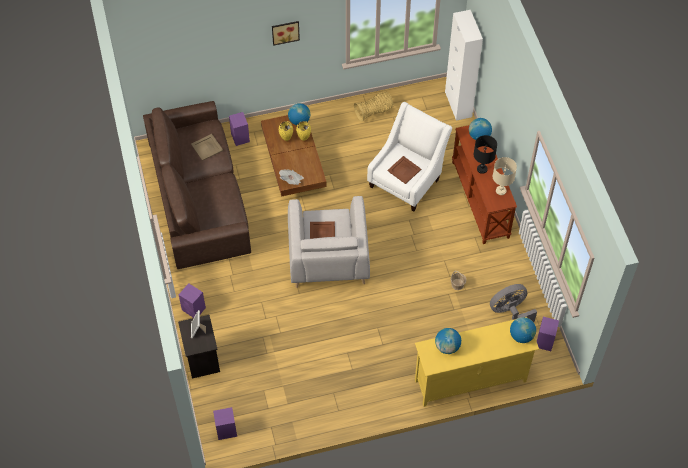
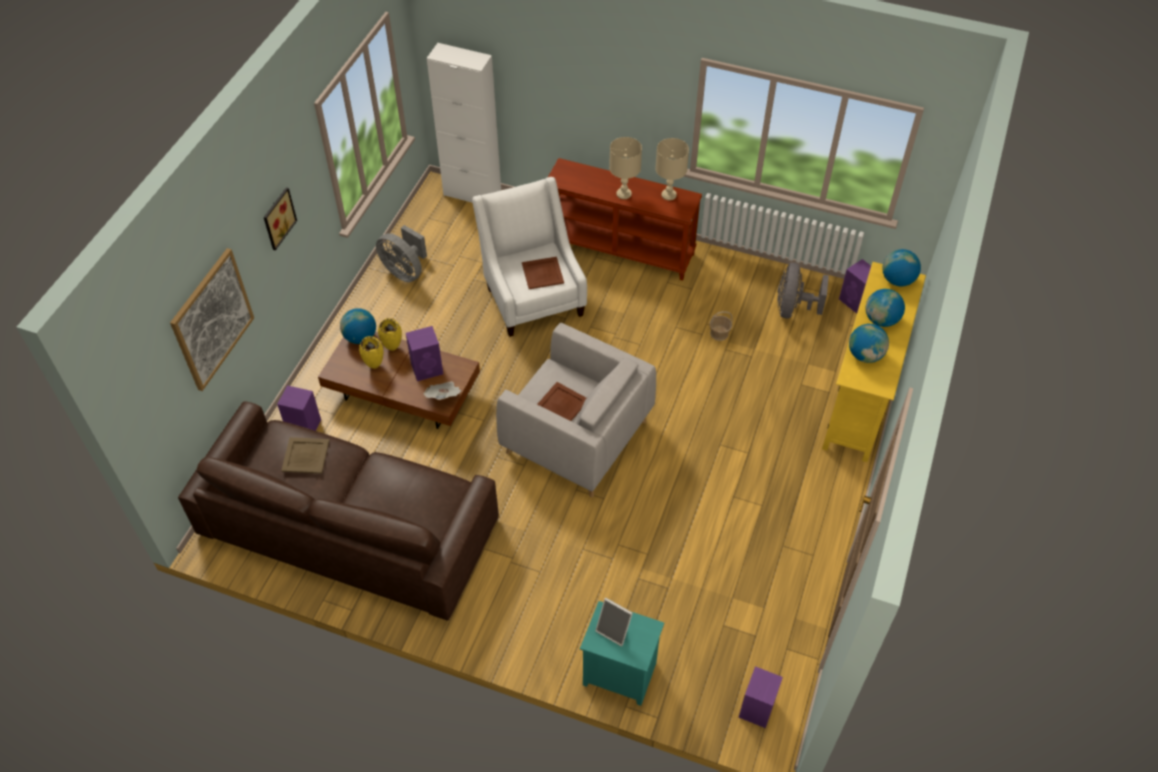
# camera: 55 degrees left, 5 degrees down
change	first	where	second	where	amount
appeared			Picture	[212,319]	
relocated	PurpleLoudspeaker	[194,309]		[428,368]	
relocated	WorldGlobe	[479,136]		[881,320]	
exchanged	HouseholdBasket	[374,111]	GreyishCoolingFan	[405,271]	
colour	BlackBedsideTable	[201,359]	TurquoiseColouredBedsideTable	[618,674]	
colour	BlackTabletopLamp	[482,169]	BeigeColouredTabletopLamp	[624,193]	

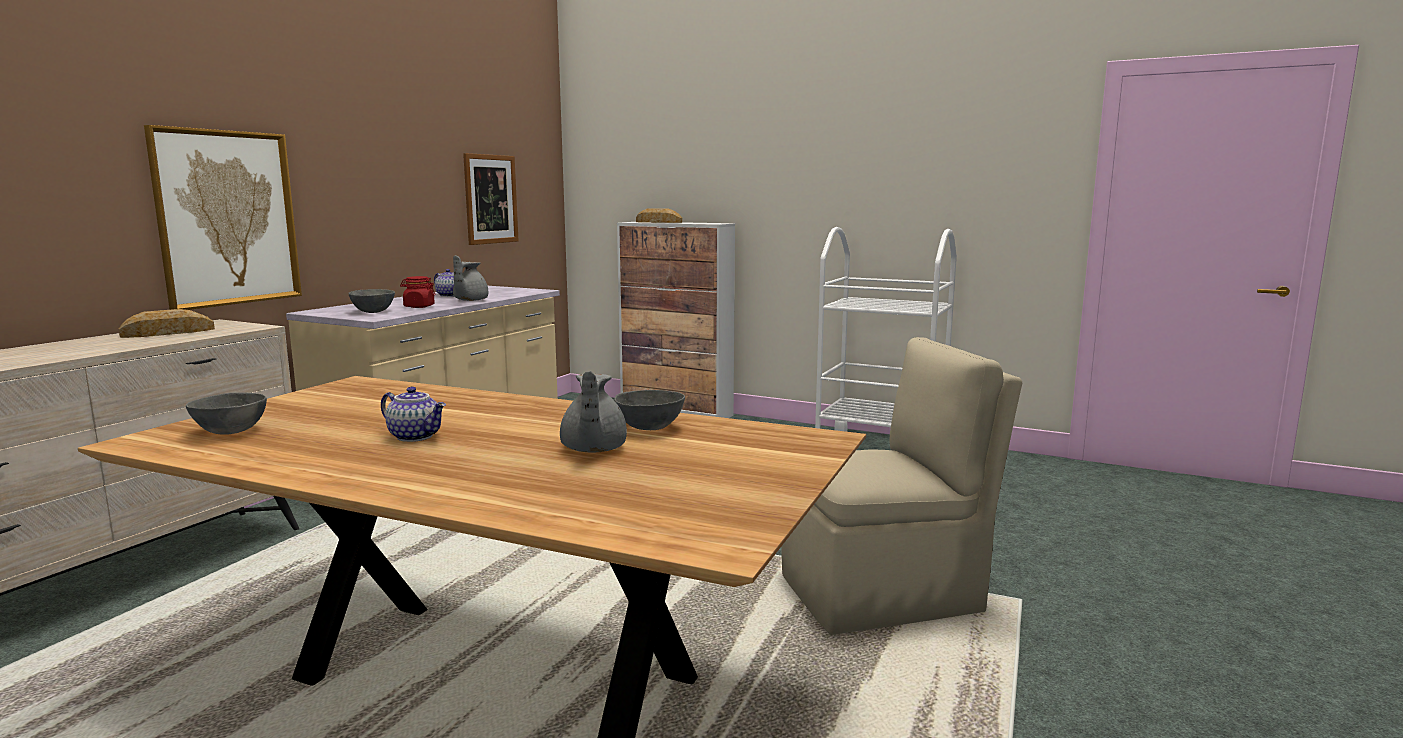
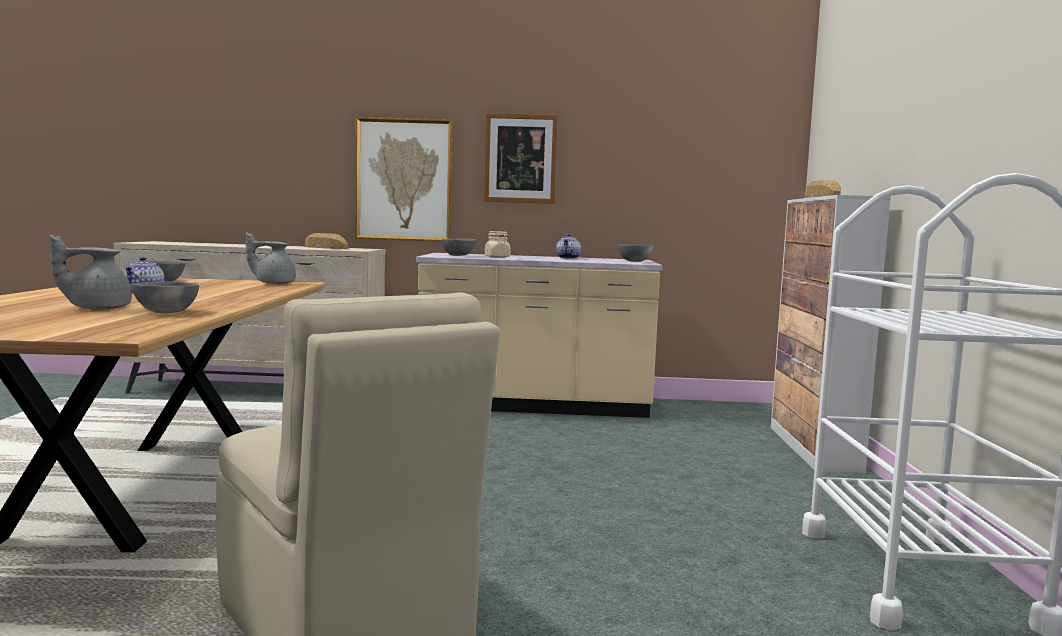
# camera: 65 degrees right, 5 degrees down
change	first	where	second	where	amount
appeared			GreyishDeepDish	[634,261]	
relocated	GreyishPotForTea	[469,300]		[273,283]	
relocated	Picture	[490,199]		[520,158]	
colour	ReddishStorageJar	[419,306]	BeigeColouredStorageJar	[497,257]	

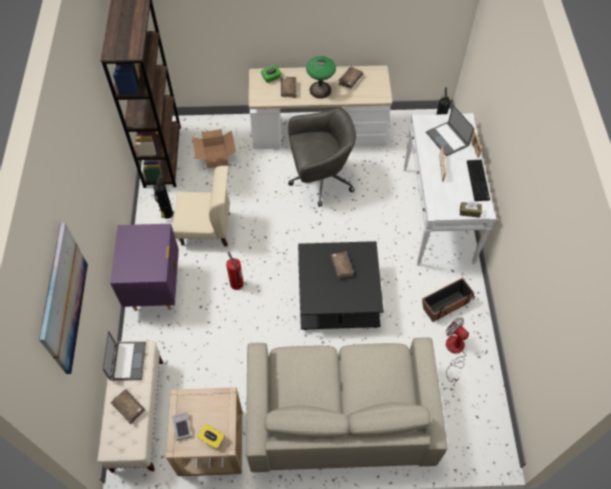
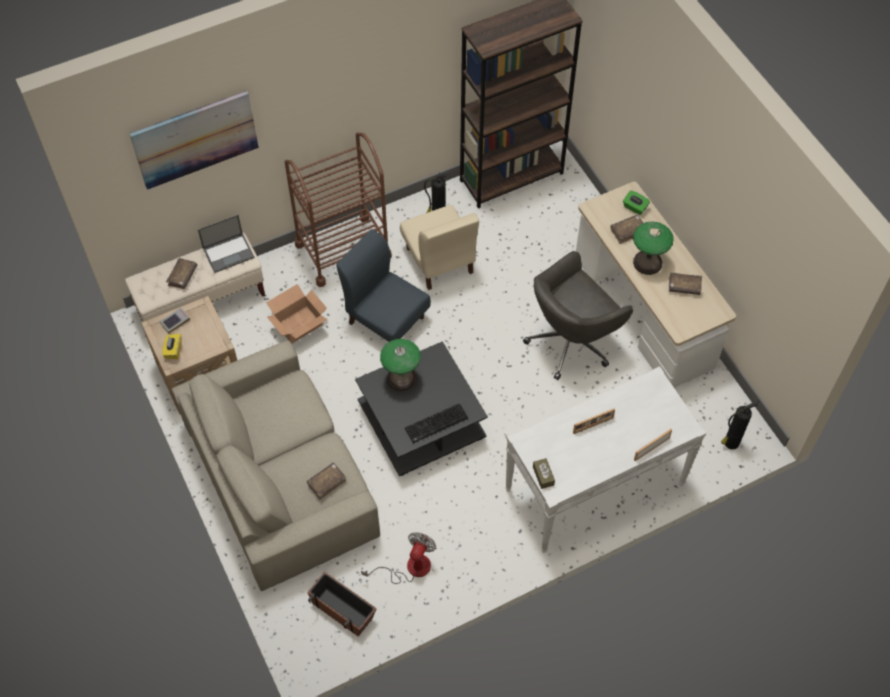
# camera: 65 degrees right, 0 degrees up
change	first	where	second	where	amount
missing	NotebookComputer	[447,139]			
appeared			TabletopLamp	[401,377]	
relocated	CardboardBox	[216,155]		[299,324]	
relocated	BrownColouredVolume	[341,267]		[326,482]	
relocated	PlantPot	[445,305]		[342,610]	
relocated	ComputerKeyboard	[478,181]		[436,424]	
exchanged	PurpleBedsideTable	[155,288]	BrownColouredWheeledCart	[343,250]	
exchanged	Extinguisher	[237,284]	BluishPlainChair	[386,319]	
spun	GreyishDeskChair	[319,179]		[571,341]	90 degrees clockwise

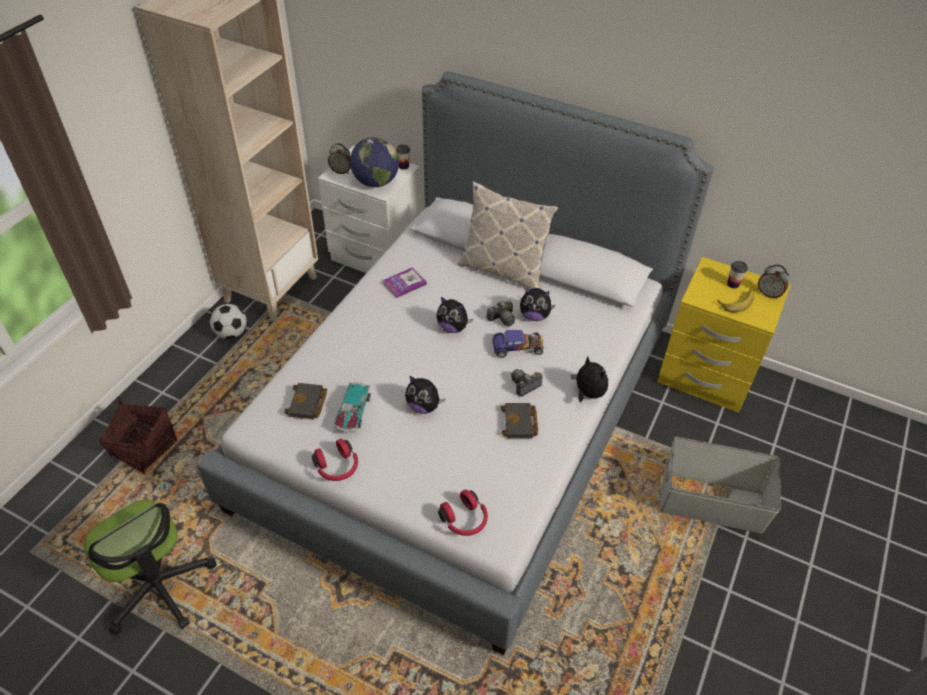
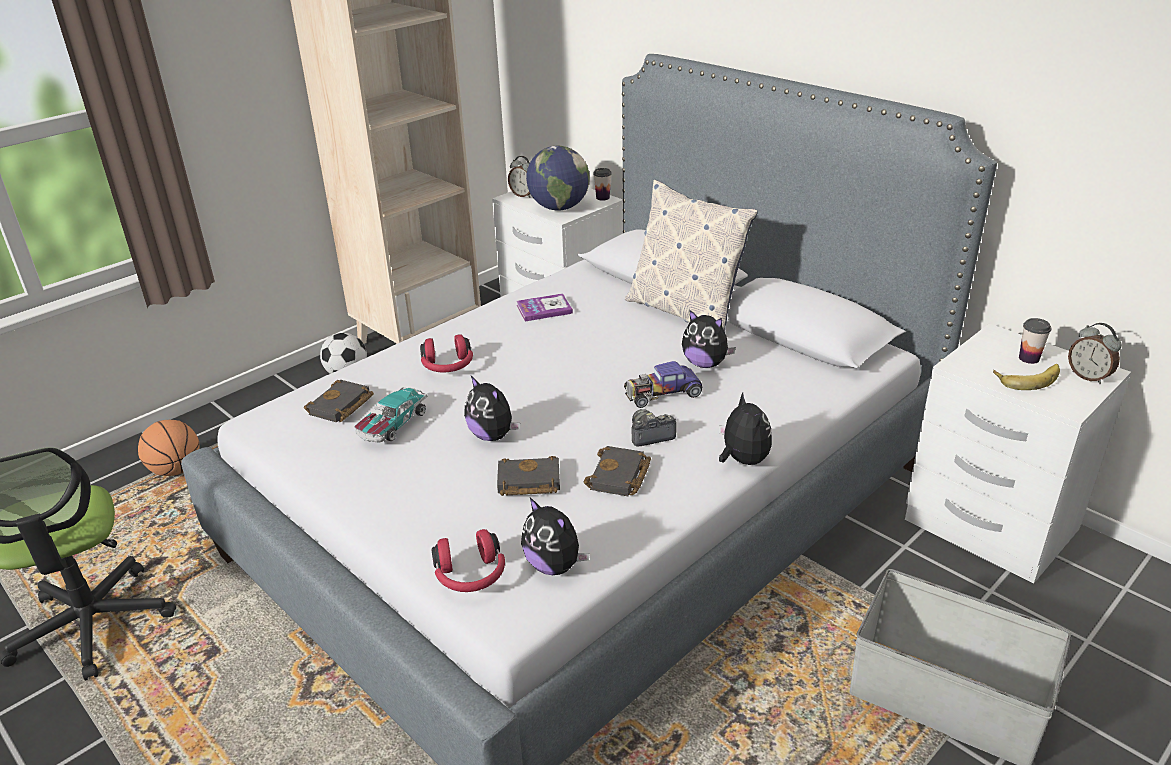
# camera: 20 degrees right, 15 degrees down
change	first	where	second	where	amount
missing	PhotoCamera	[502,318]			
appeared			BlackVolume	[527,482]	
relocated	ReddishPairOfHeadphones	[337,467]		[448,366]	
relocated	PlushToy	[453,327]		[554,565]	
exchanged	HouseholdBasket	[144,448]	BallForBasketball	[176,470]	
colour	YellowBedsideTable	[705,376]	WhiteBedsideTable	[989,526]	
spun	MiniatureCar	[518,347]		[662,393]	150 degrees clockwise

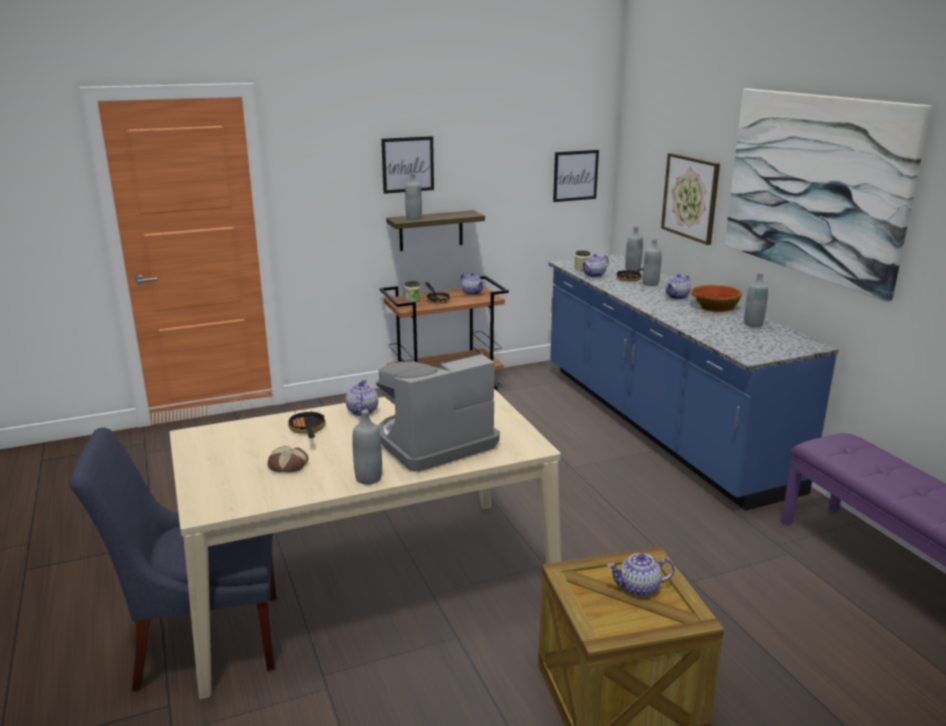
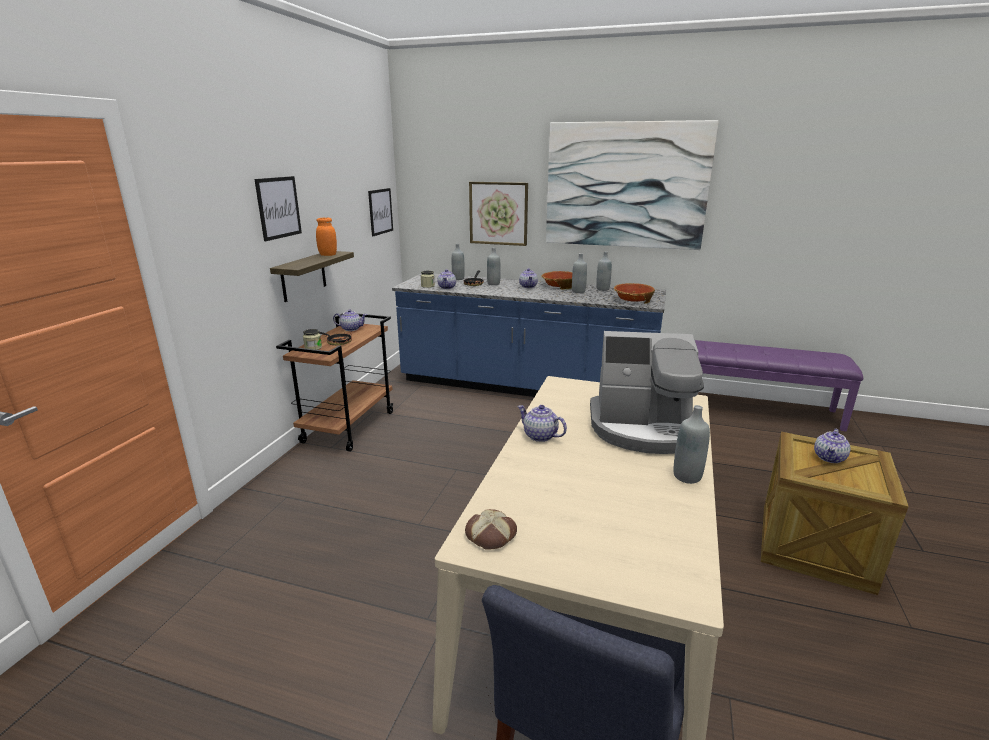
# camera: 50 degrees left, 0 degrees up
change	first	where	second	where	amount
missing	Skillet	[307,430]			
appeared			OrangeColouredStorageJar	[328,255]	
appeared			DeepDish	[633,300]	
relocated	Bread	[287,465]		[491,535]	
relocated	GreyishDrinkBottle	[414,218]		[578,291]	
spun	CoffeeBrewer	[433,442]		[642,429]	90 degrees counterclockwise

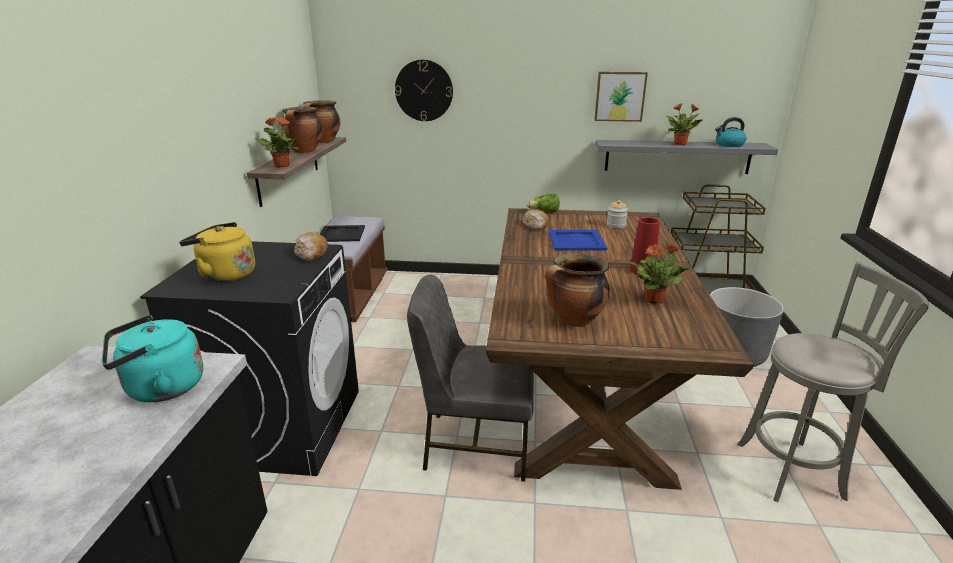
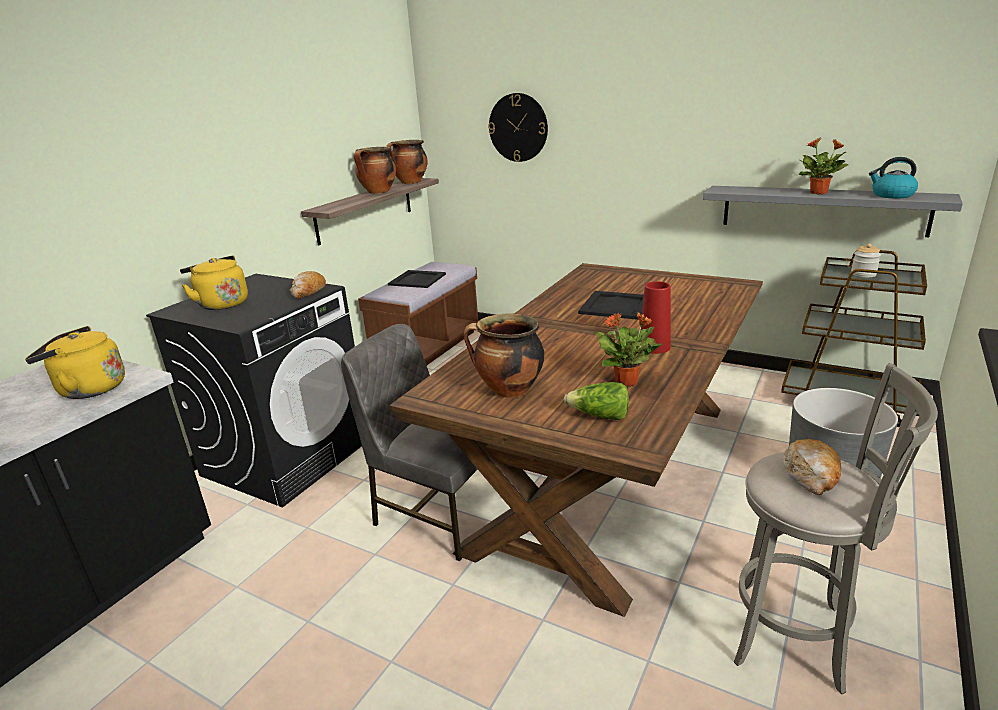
# camera: 25 degrees right, 0 degrees up
change	first	where	second	where	amount
missing	PlantInAPot	[281,166]			
missing	Picture	[619,96]			
relocated	Bread	[536,225]		[811,474]	
relocated	LettuceHead	[544,212]		[599,416]	
relocated	StorageJar	[616,225]		[863,274]	
colour	TurquoiseColouredTeaKettle	[160,389]	YellowTeaKettle	[88,389]	
colour	BluishServingTray	[576,240]	BlackServingTray	[615,305]	

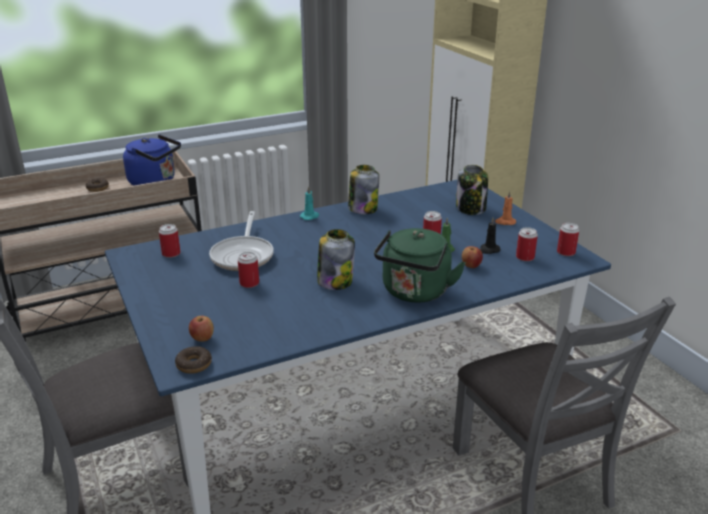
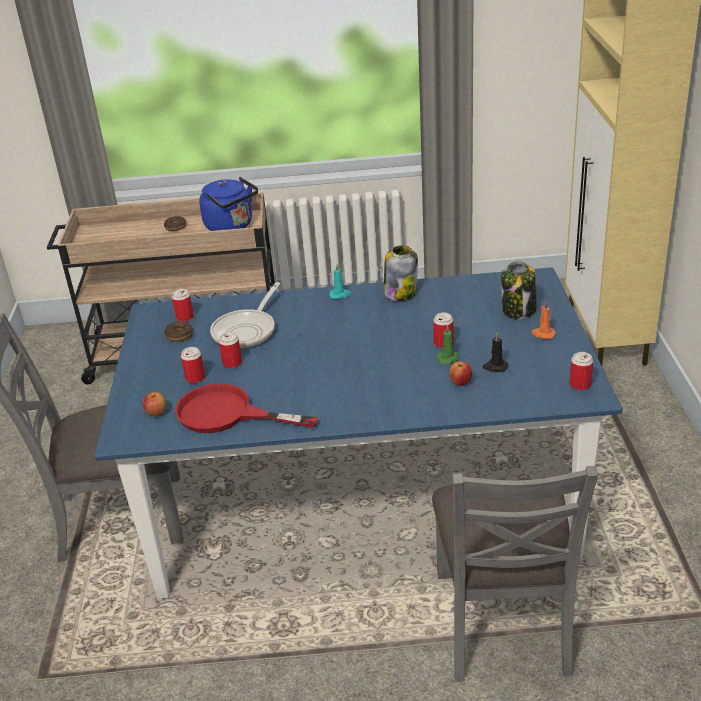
# camera: 25 degrees right, 5 degrees up
change	first	where	second	where	amount
missing	StorageJar	[335,281]			
missing	GreenTeaKettle	[414,293]			
appeared			ReddishSkillet	[227,414]	
relocated	Donut	[194,364]		[179,335]	
relocated	MetalCan	[525,257]		[195,378]	

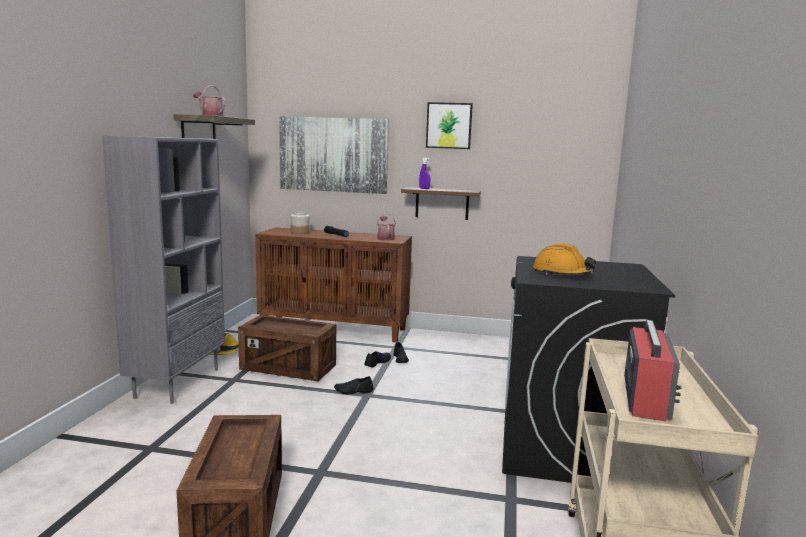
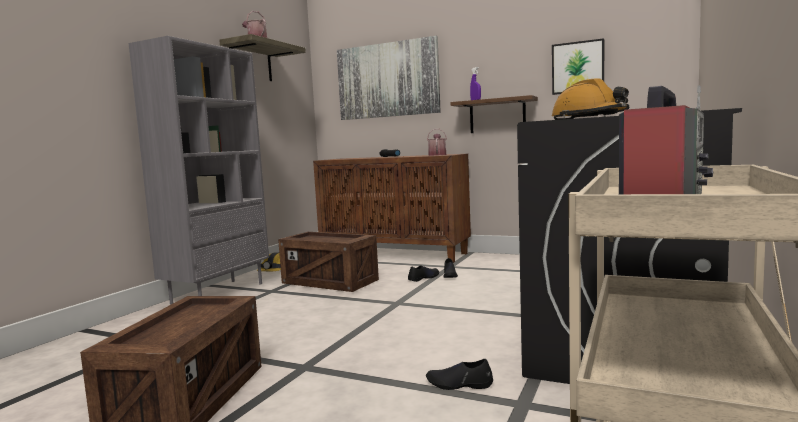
# camera: 15 degrees right, 5 degrees down
change	first	where	second	where	amount
missing	StorageJar	[300,232]			
relocated	BlackItemOfFootwear	[353,391]		[459,384]	
relocated	Picture	[449,125]		[578,67]	

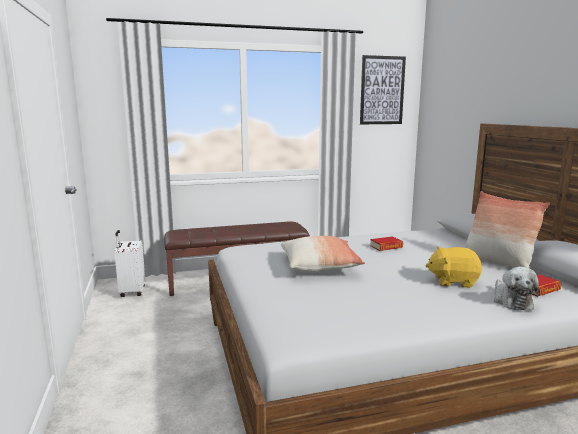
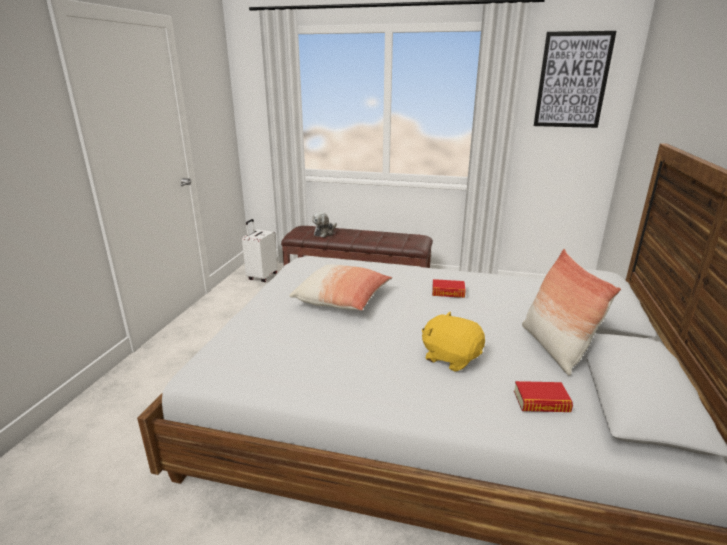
# camera: 30 degrees right, 10 degrees up
change	first	where	second	where	amount
relocated	PlushToy	[511,301]		[325,233]	

